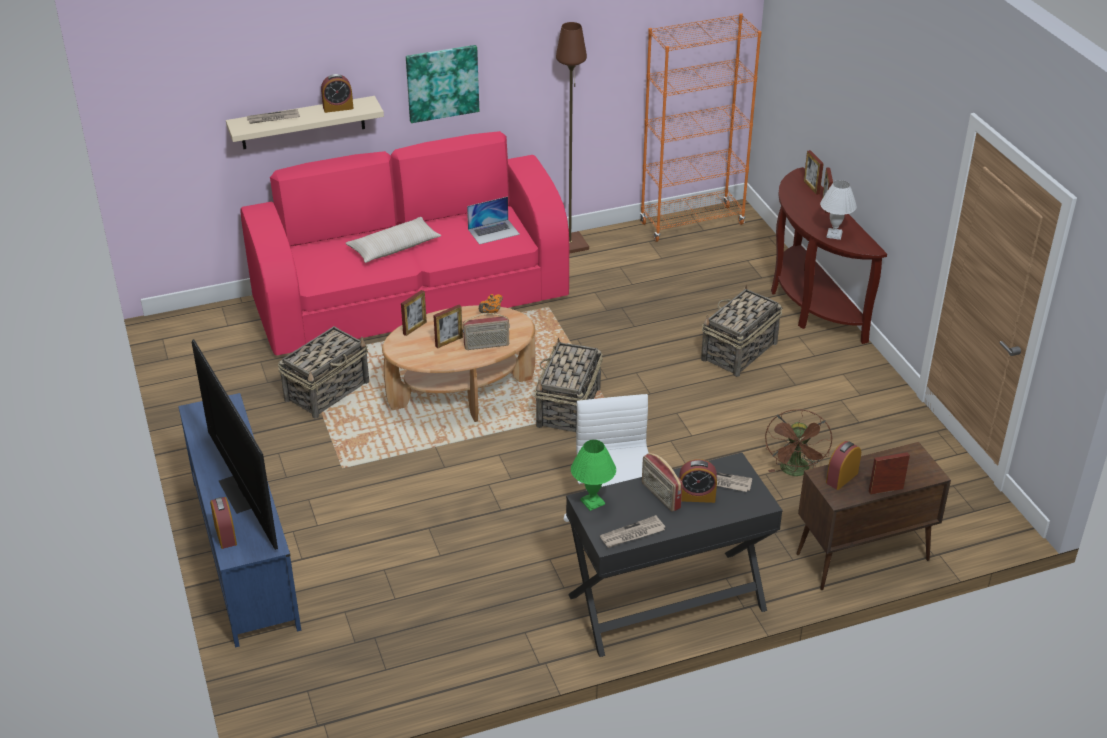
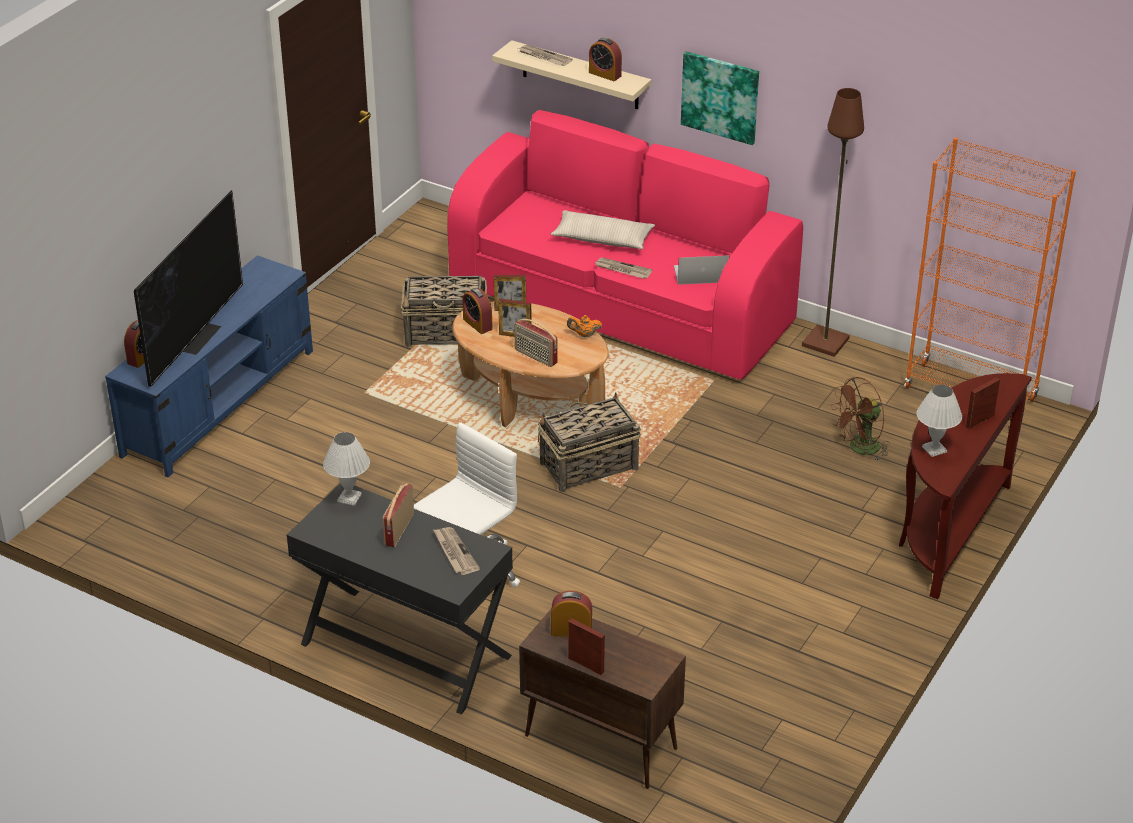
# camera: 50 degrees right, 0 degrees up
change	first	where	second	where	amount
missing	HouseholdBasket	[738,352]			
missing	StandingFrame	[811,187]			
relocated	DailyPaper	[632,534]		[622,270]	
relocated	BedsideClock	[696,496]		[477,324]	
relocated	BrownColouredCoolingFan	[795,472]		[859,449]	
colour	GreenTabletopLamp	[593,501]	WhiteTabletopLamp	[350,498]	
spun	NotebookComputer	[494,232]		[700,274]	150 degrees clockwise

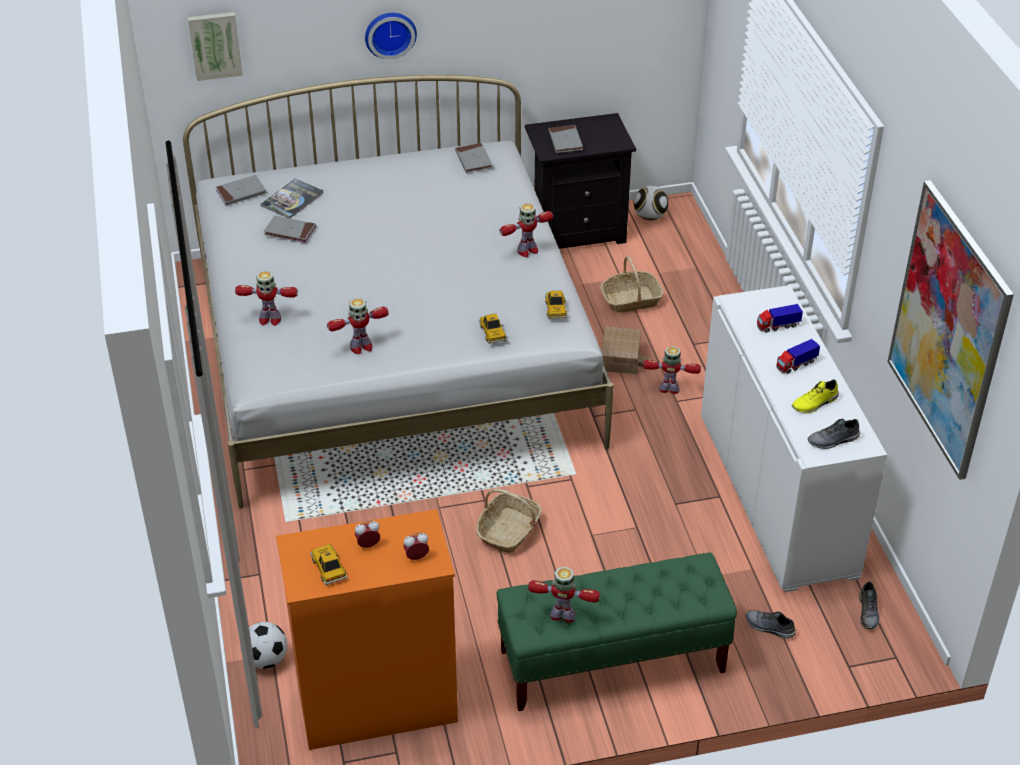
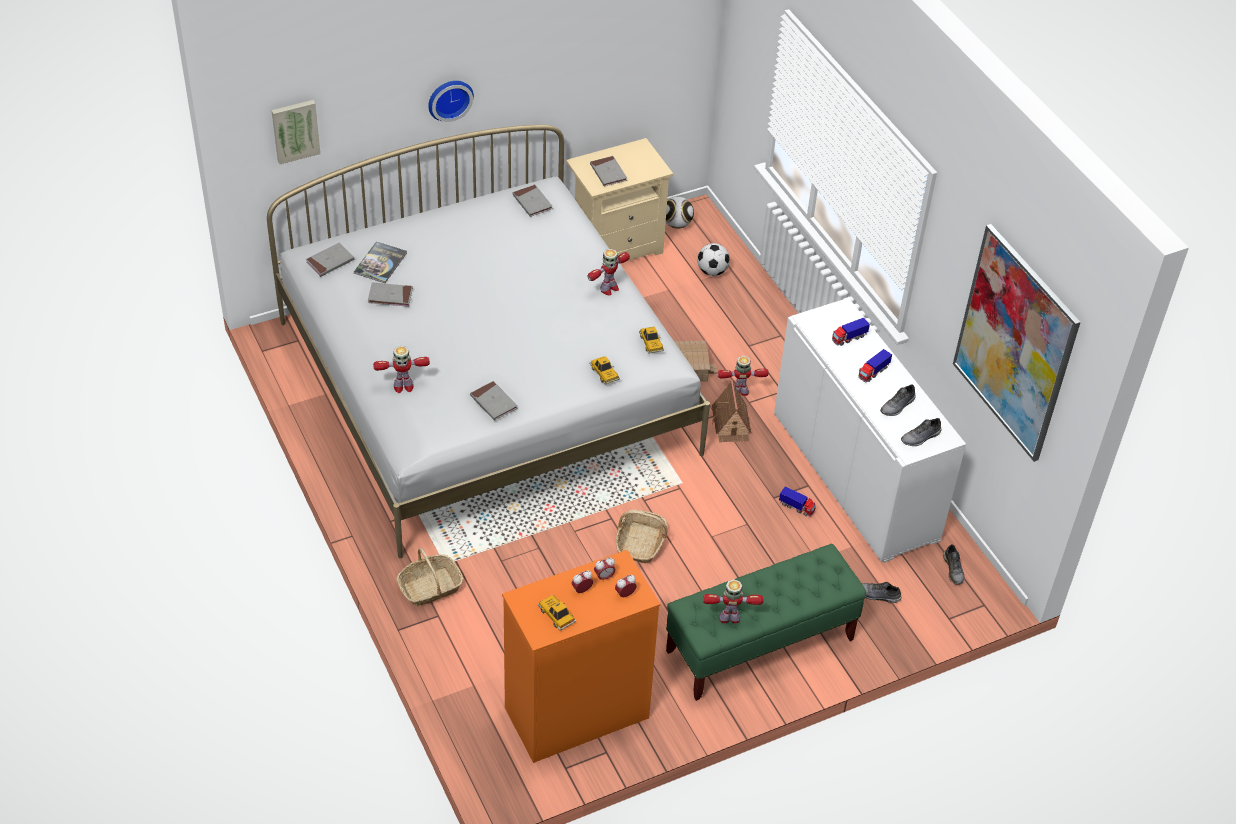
# camera: 15 degrees left, 5 degrees up
change	first	where	second	where	amount
appeared			BedsideClock	[604,577]	
appeared			MiniatureHouse	[731,424]	
appeared			ToyTruck	[796,507]	
relocated	Football	[266,659]		[712,271]	
relocated	HouseholdBasket	[631,300]		[430,587]	
exchanged	ToyRobot	[360,347]	GreyishVolume	[493,402]	
colour	BlackBedsideTable	[577,231]	BeigeColouredBedsideTable	[616,246]	
colour	YellowItemOfFootwear	[815,404]	GreyishItemOfFootwear	[898,406]	

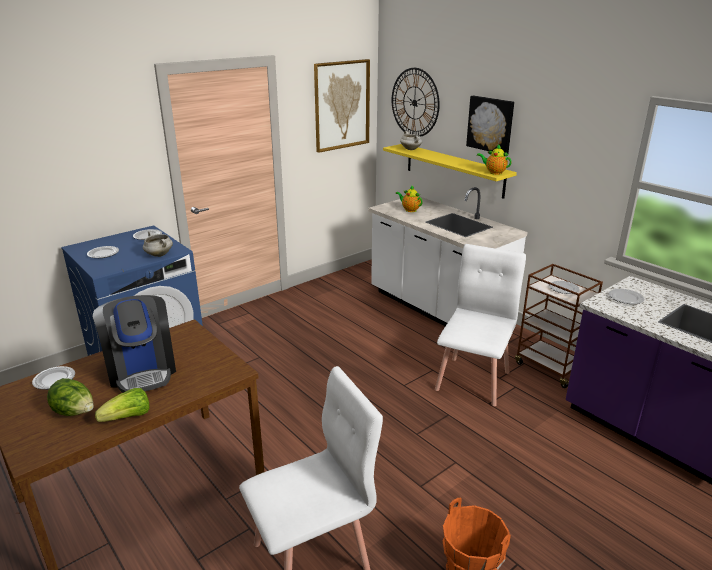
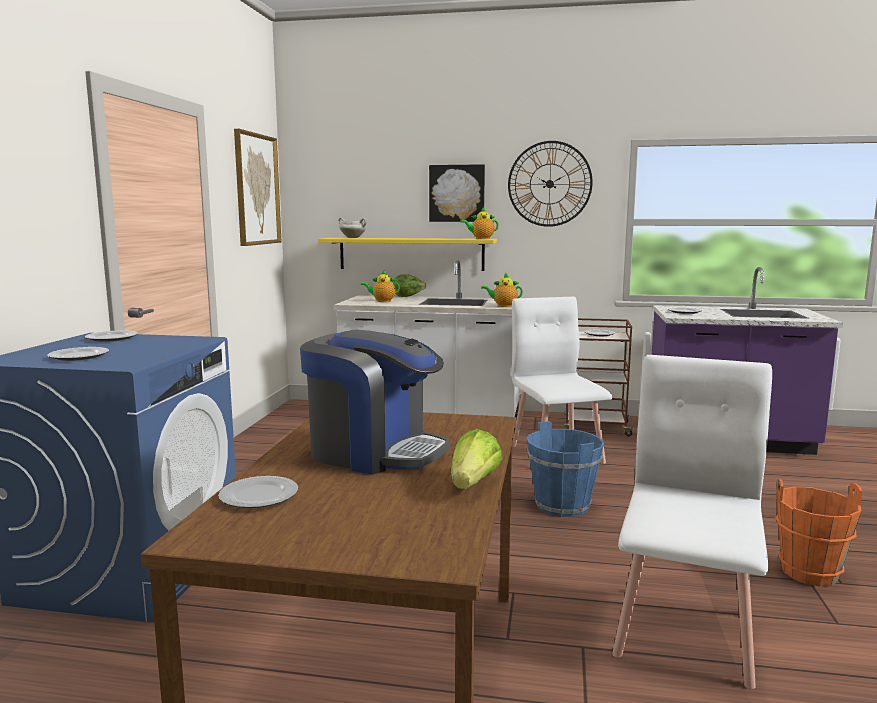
# camera: 40 degrees left, 15 degrees down
change	first	where	second	where	amount
missing	WhiteSaucepot	[158,255]			
appeared			PotForTea	[503,306]	
appeared			BluishBucket	[562,505]	
relocated	LettuceHead	[75,412]		[408,297]	
relocated	ClockOnTheWall	[414,103]		[549,184]	

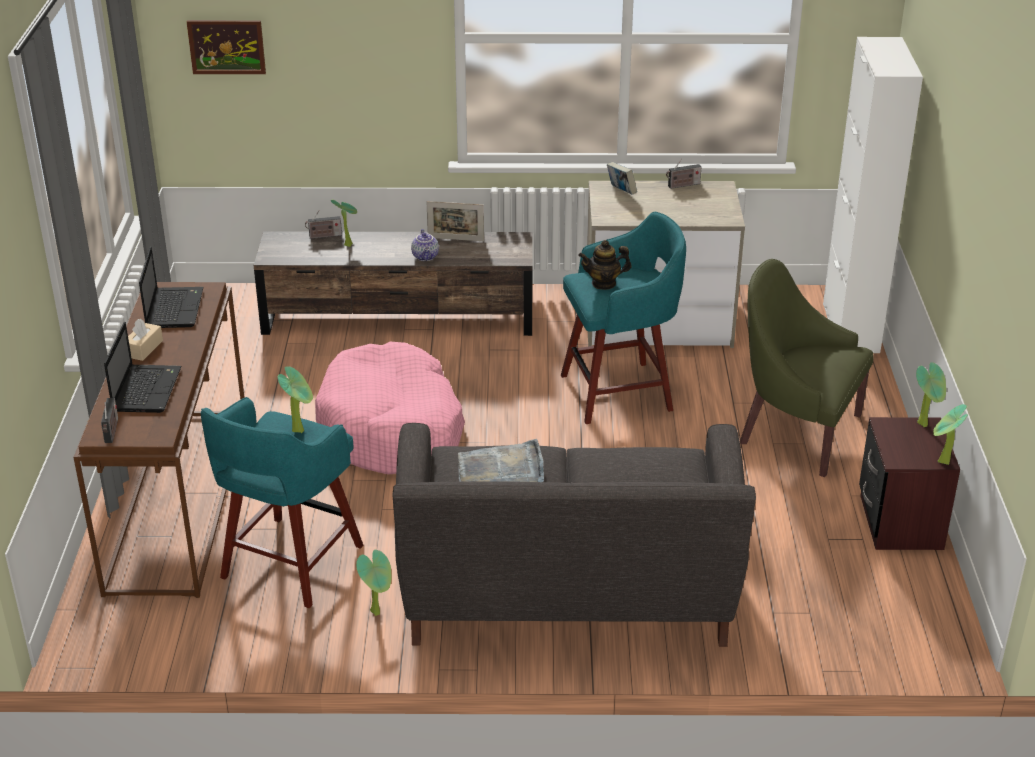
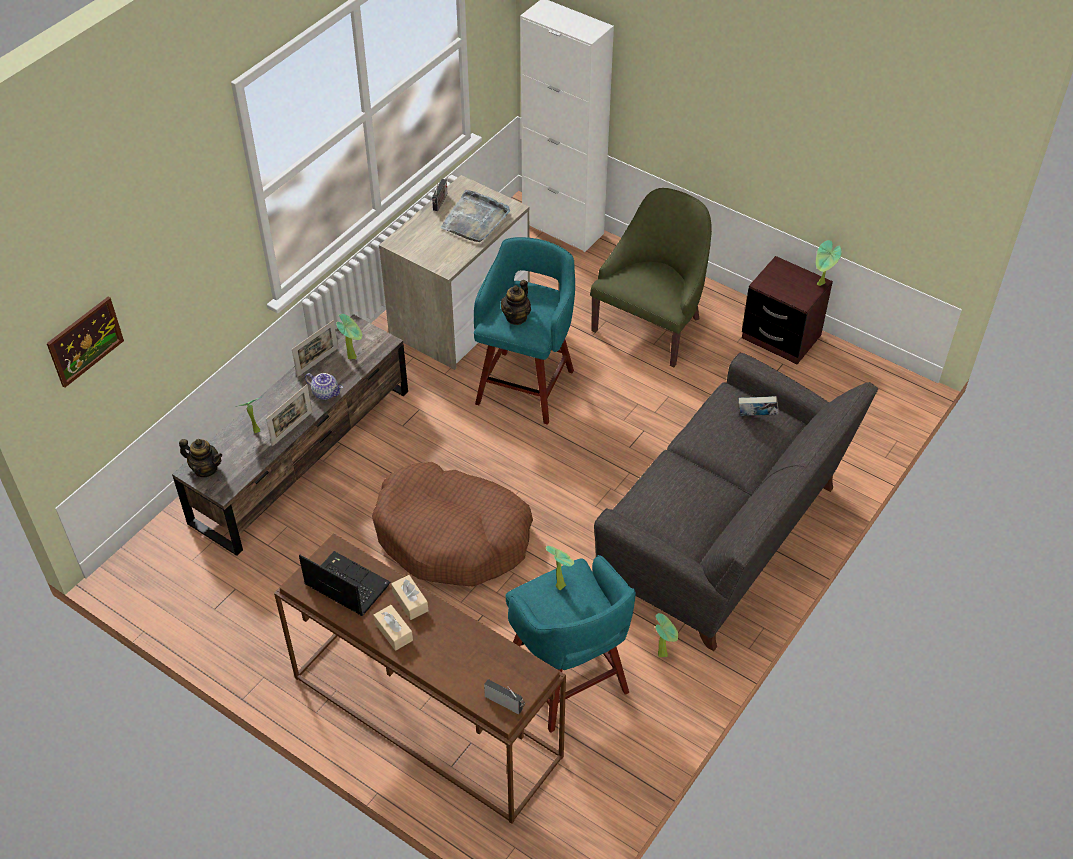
# camera: 55 degrees left, 15 degrees up
change	first	where	second	where	amount
missing	NotebookComputer	[146,389]			
missing	Radio	[324,236]			
appeared			PotForTea	[205,469]	
appeared			StandingFrame	[292,428]	
appeared			BeigeColouredTissueBox	[410,602]	
relocated	GreyishServingTray	[501,471]		[475,219]	
relocated	Volume	[621,192]		[756,416]	
relocated	PlantInAPot	[925,424]		[353,356]	
colour	PinkColouredDogCushion	[392,429]	BrownColouredDogCushion	[452,536]	
spun	GreenEasyChair	[796,431]		[651,325]	150 degrees clockwise

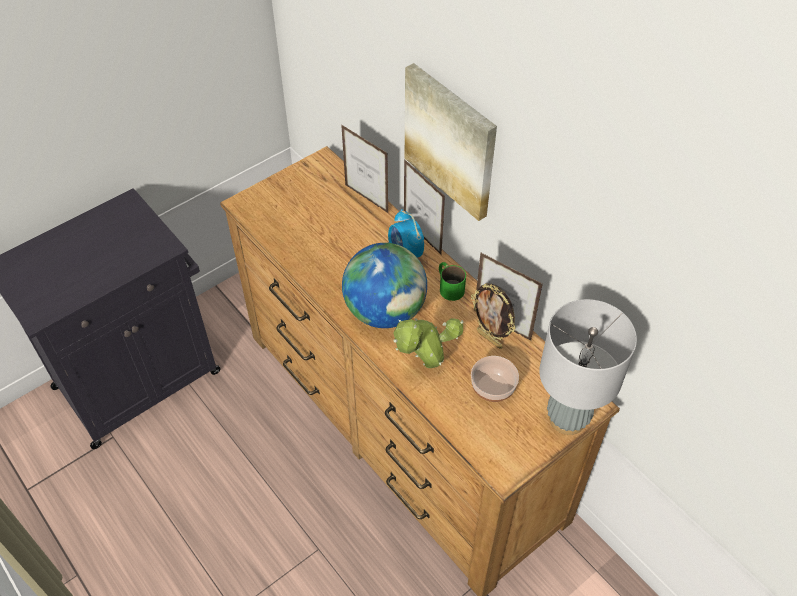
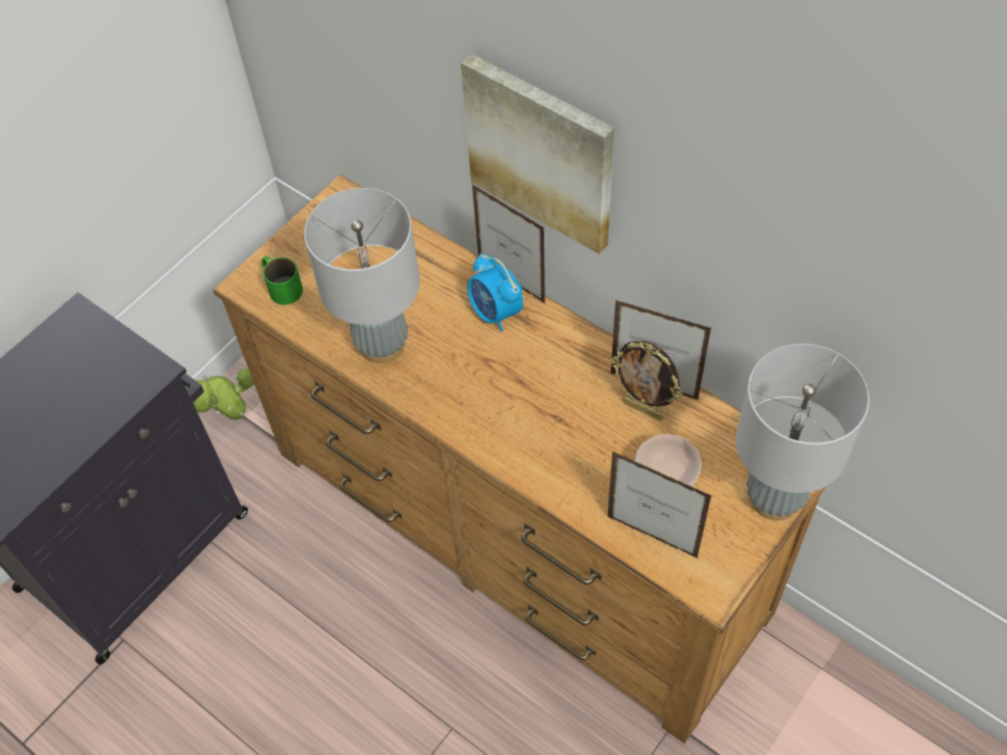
# camera: 10 degrees left, 5 degrees up
change	first	where	second	where	amount
missing	WorldGlobe	[385,311]			
appeared			GreyishTabletopLamp	[381,344]	
relocated	StandingFrame	[366,199]		[652,537]	
relocated	PlantInAPot	[425,366]		[233,418]	
relocated	GreenCoffeeMug	[448,286]		[281,286]	

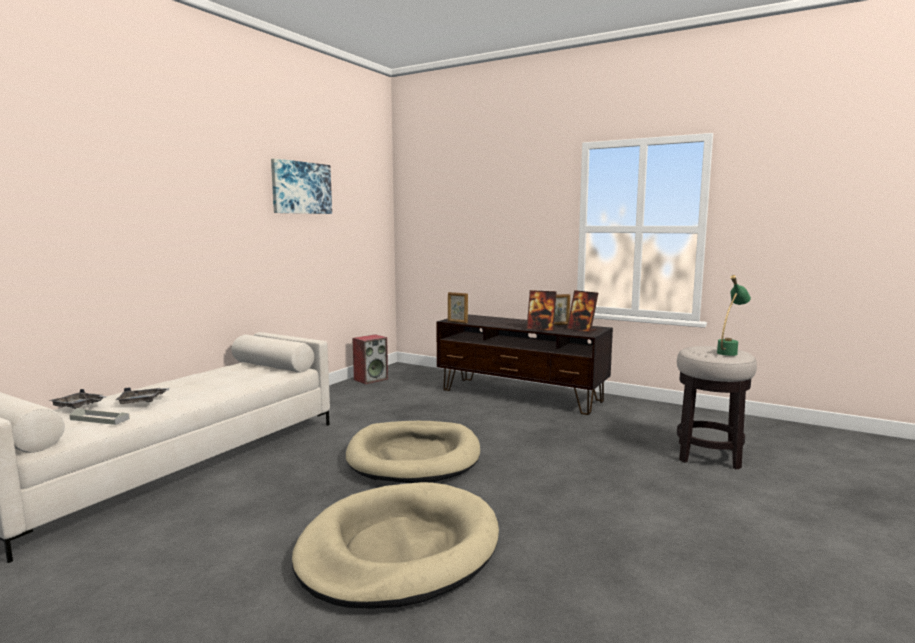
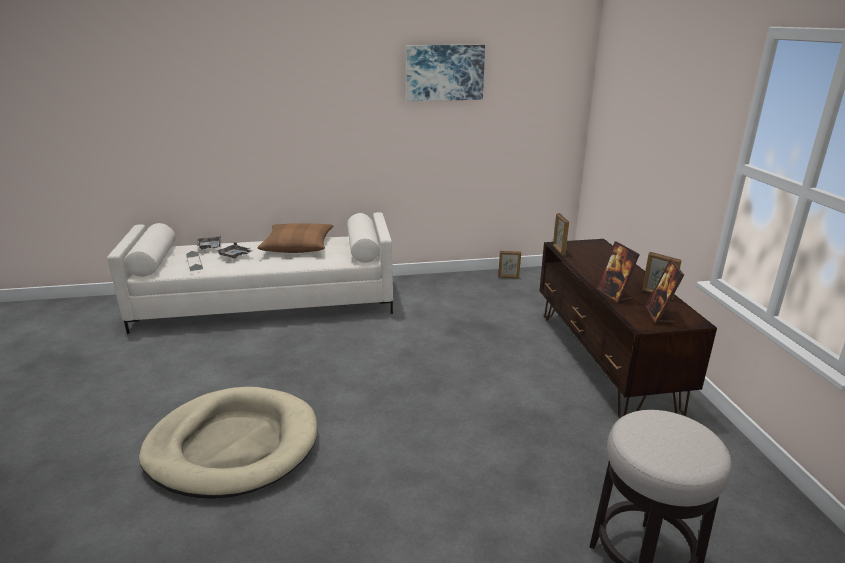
# camera: 50 degrees right, 15 degrees up
change	first	where	second	where	amount
missing	BeigeColouredDogCushion	[414,457]			
missing	GreenTabletopLamp	[730,352]			
appeared			BrownColouredCushion	[298,245]	
exchanged	Loudspeaker	[371,379]	StandingFrame	[508,277]	

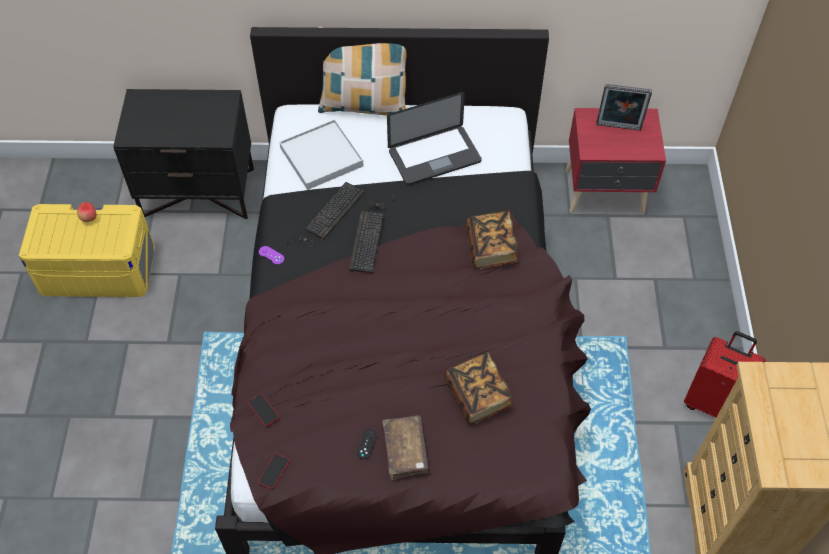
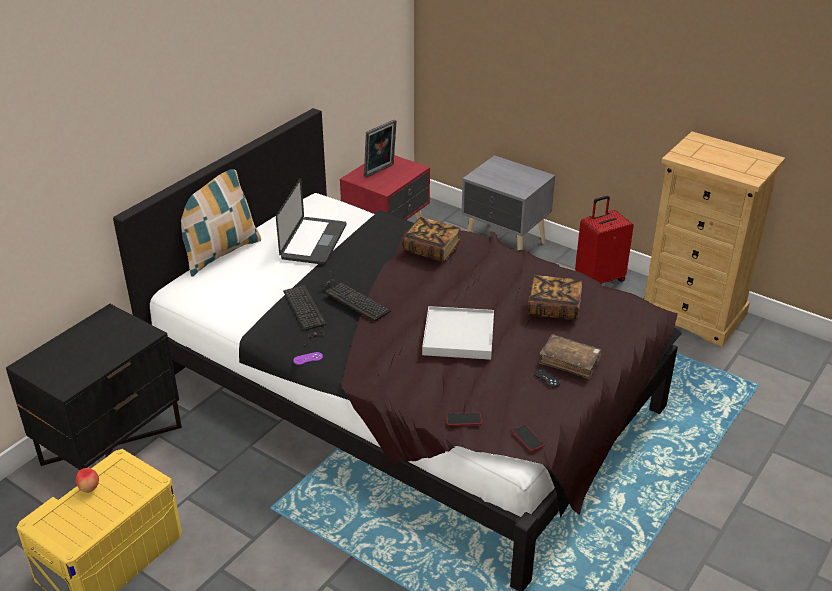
# camera: 55 degrees left, 20 degrees down
change	first	where	second	where	amount
appeared			GreyishBedsideTable	[505,244]	
relocated	WhiteServingTray	[321,157]		[459,336]	

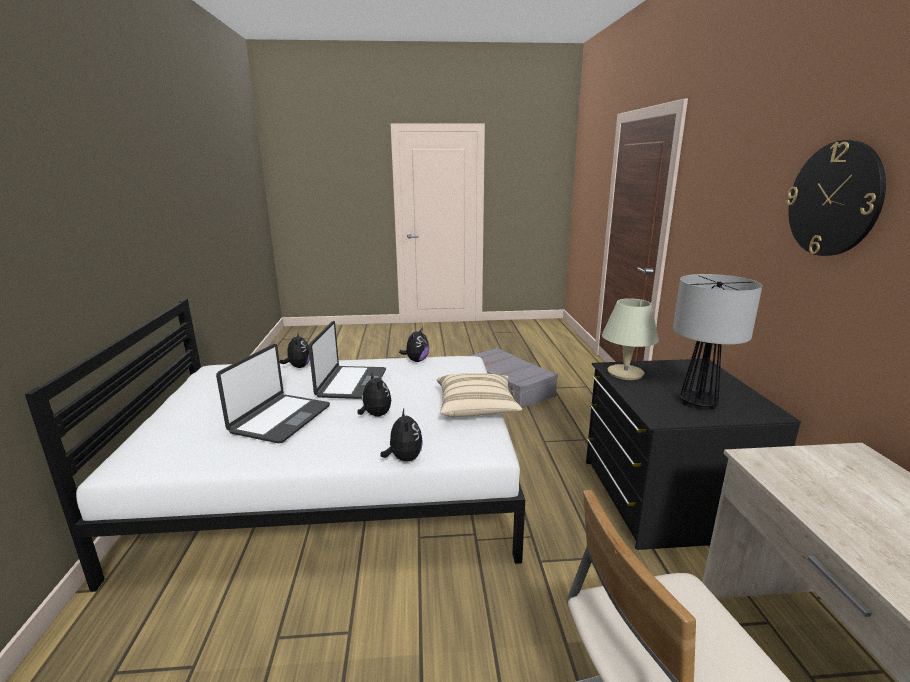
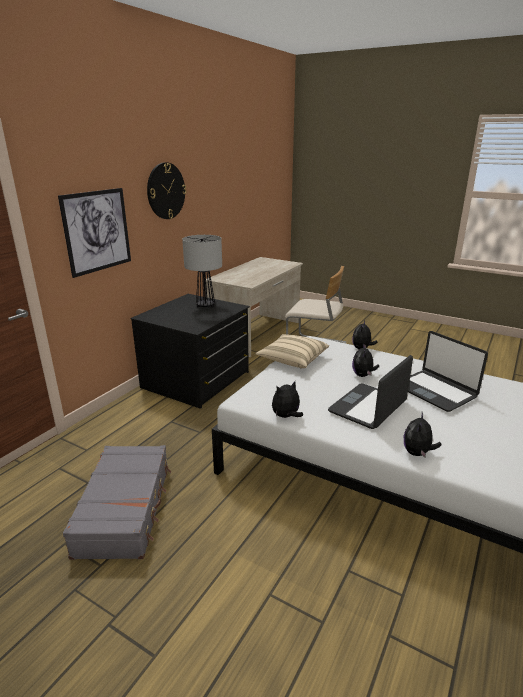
# camera: 145 degrees left, 5 degrees up
change	first	where	second	where	amount
missing	BeigeColouredTabletopLamp	[625,373]			
appeared			Picture	[97,231]	
spun	NotebookComputer	[280,419]		[435,391]	90 degrees counterclockwise

